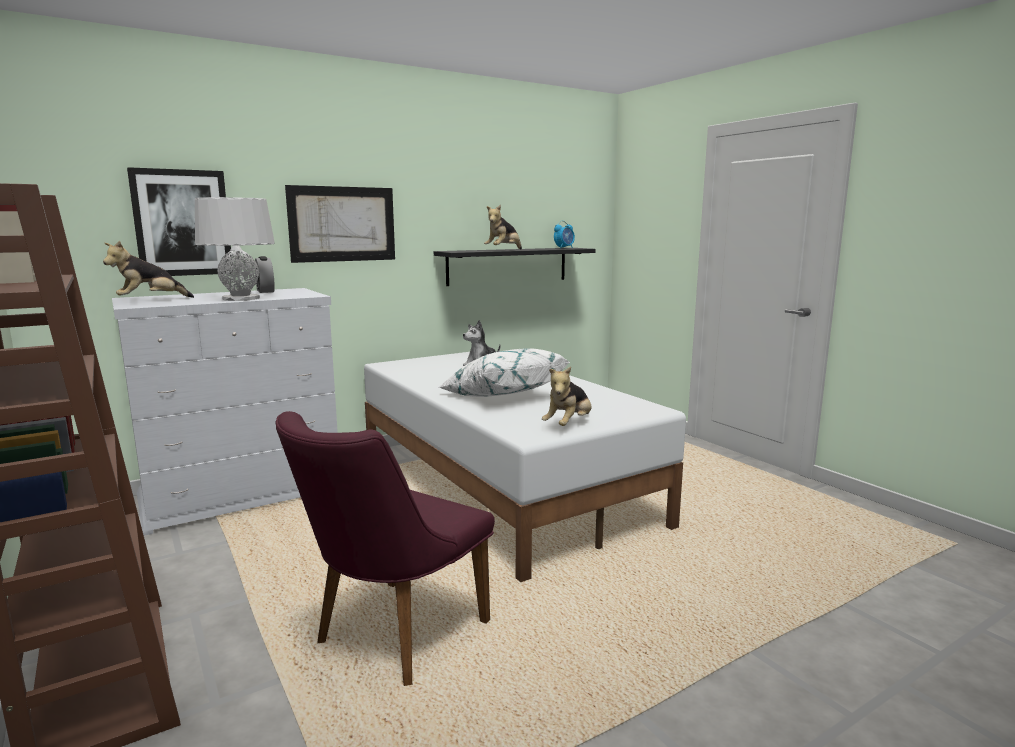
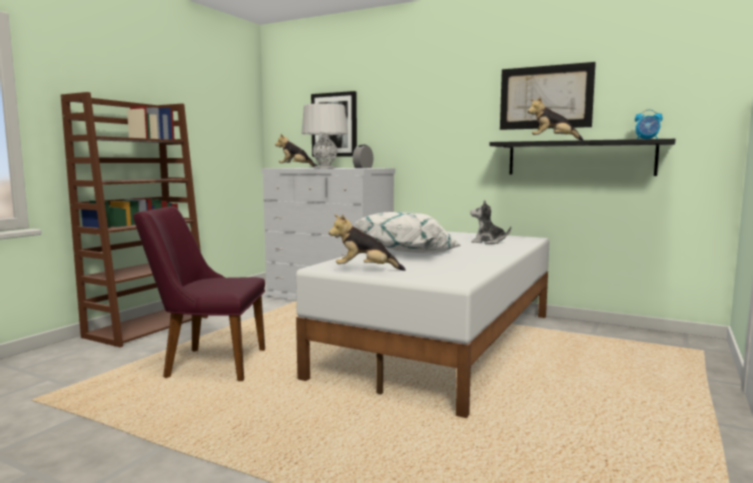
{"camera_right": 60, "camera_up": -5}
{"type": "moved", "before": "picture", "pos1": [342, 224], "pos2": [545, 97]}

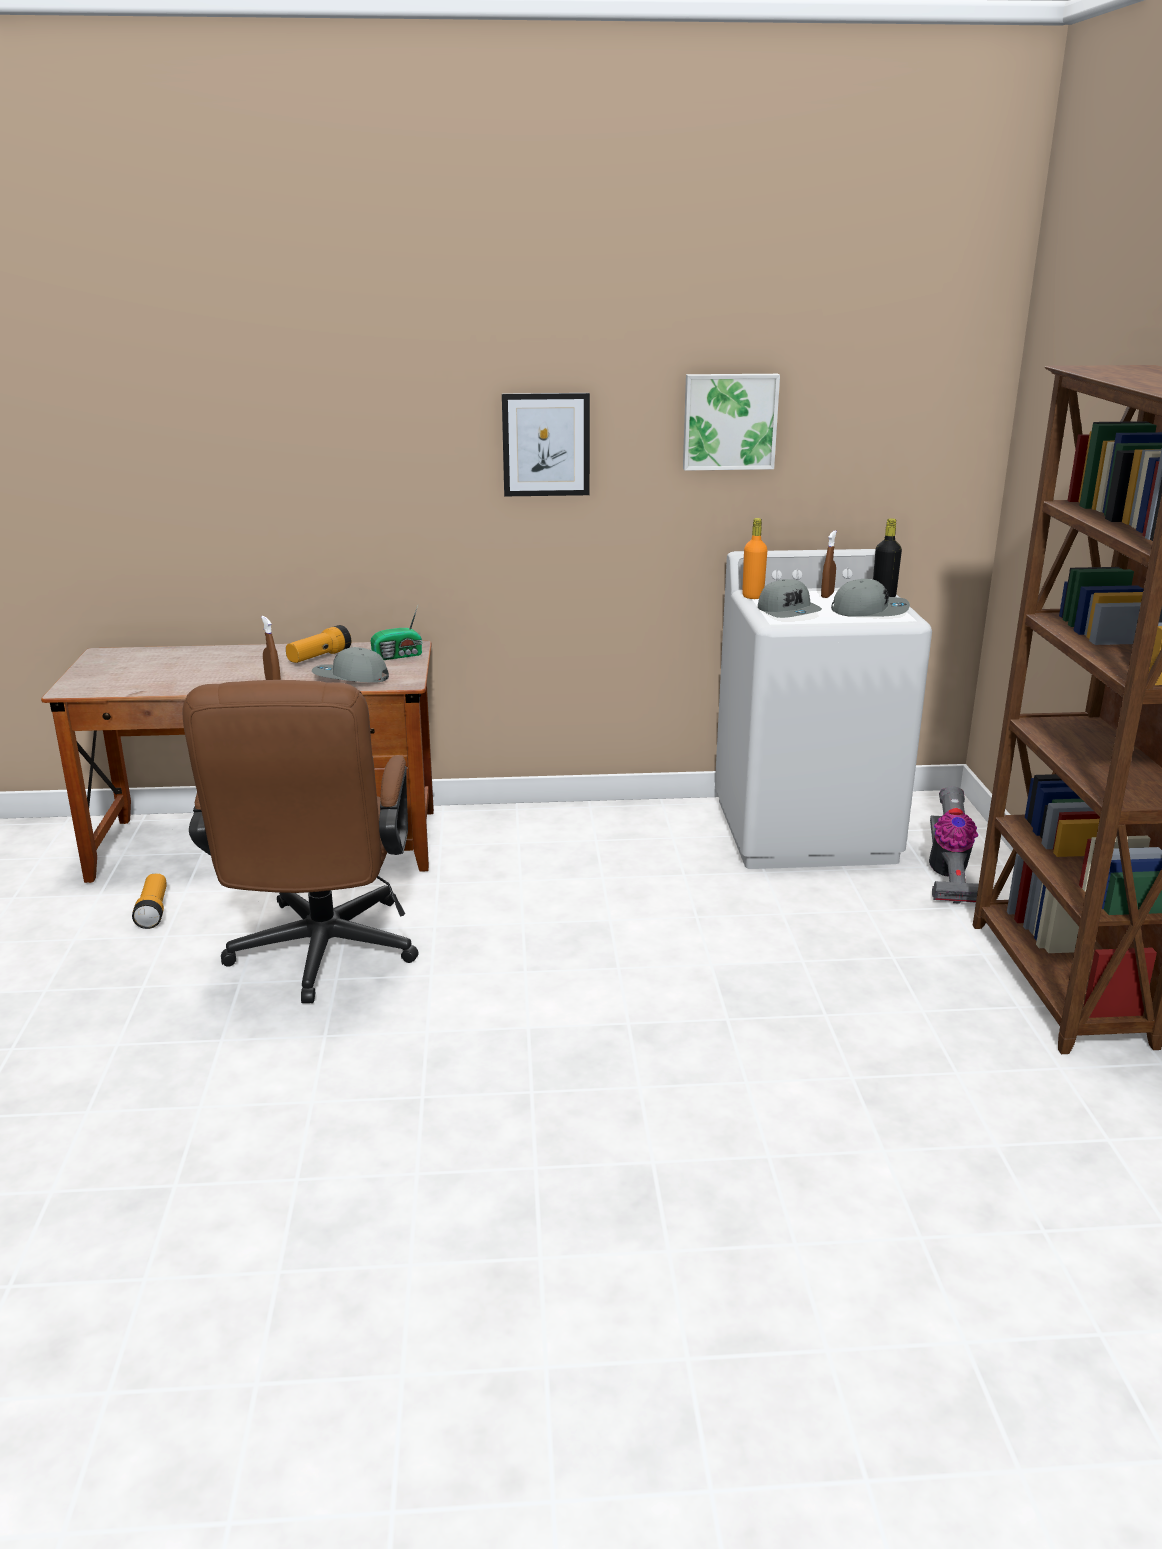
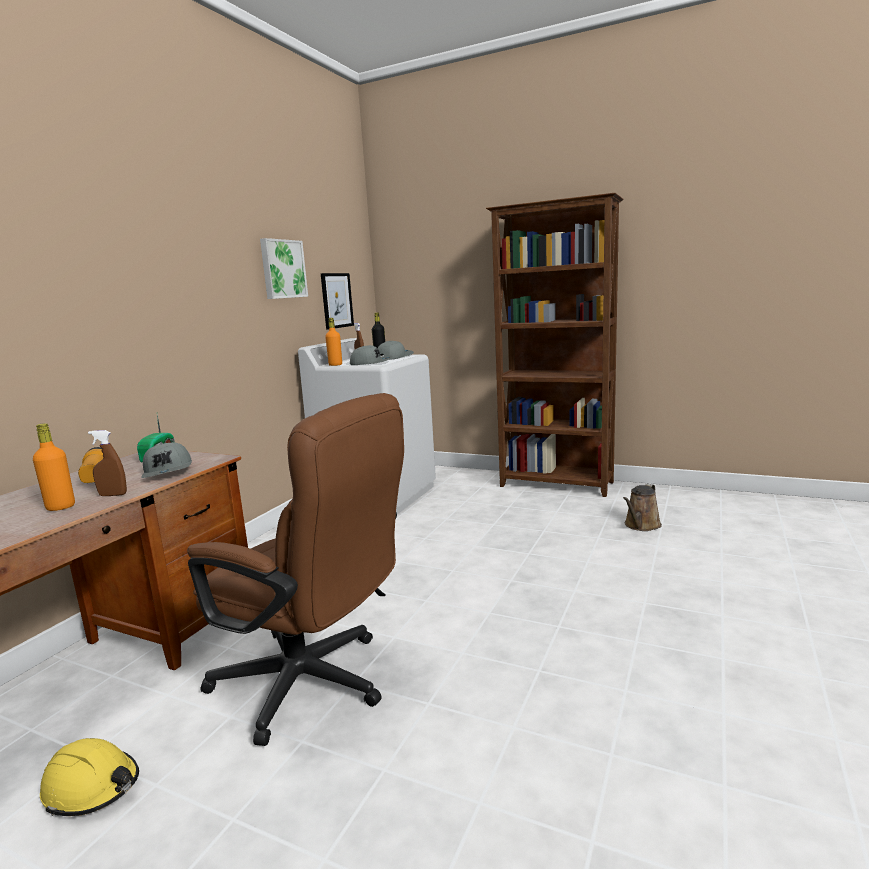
{"camera_right": -60, "camera_up": -10}
{"type": "added", "after": "orange bottle", "pos2": [60, 507]}
{"type": "replaced", "before": "flashlight", "after": "yellow hard hat", "pos1": [153, 911], "pos2": [92, 787]}
{"type": "turned", "before": "grey cap", "pos1": [350, 678], "pos2": [168, 471], "turn": -60}
{"type": "moved", "before": "picture", "pos1": [546, 444], "pos2": [336, 300]}
{"type": "added", "after": "brown watering can", "pos2": [641, 525]}
{"type": "removed", "before": "vacuum cleaner", "pos1": [947, 876]}

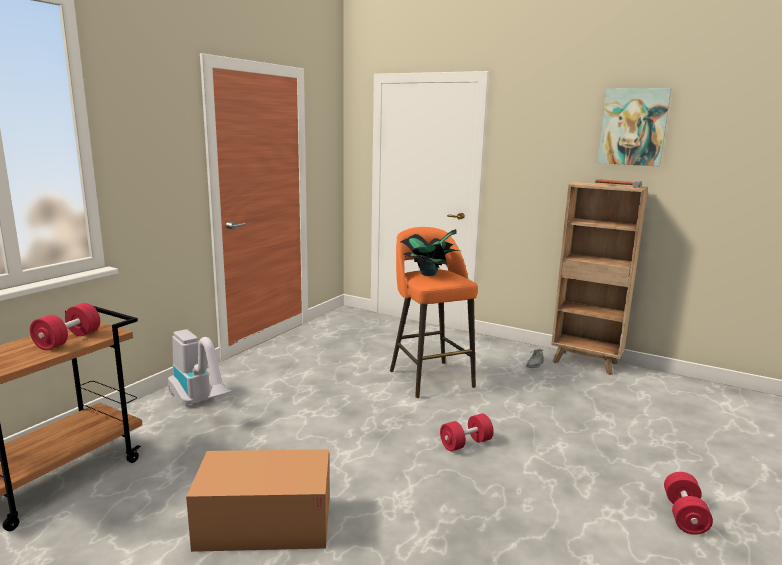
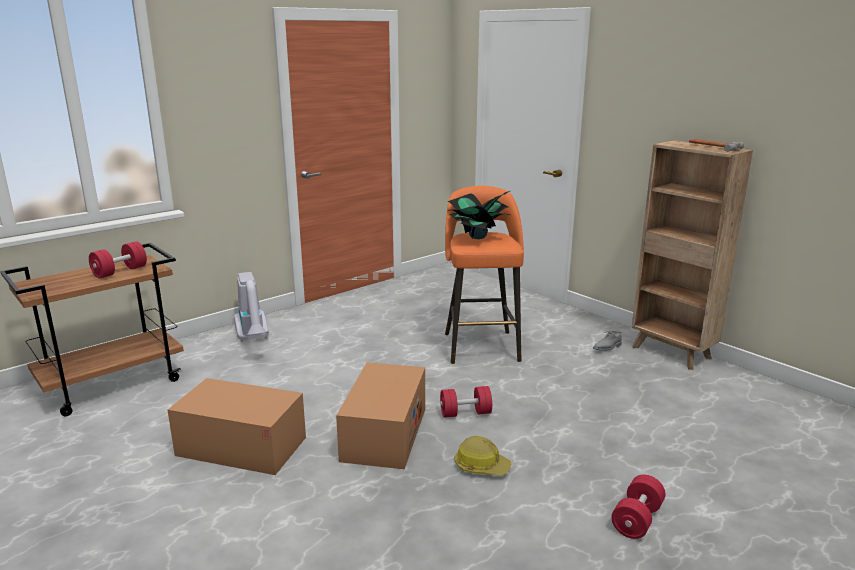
{"camera_right": 20, "camera_up": 5}
{"type": "added", "after": "cardboard box", "pos2": [384, 434]}
{"type": "added", "after": "hard hat", "pos2": [481, 466]}
{"type": "removed", "before": "picture", "pos1": [633, 127]}

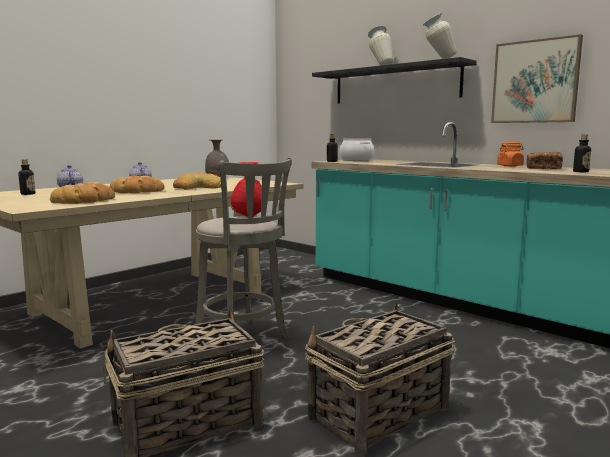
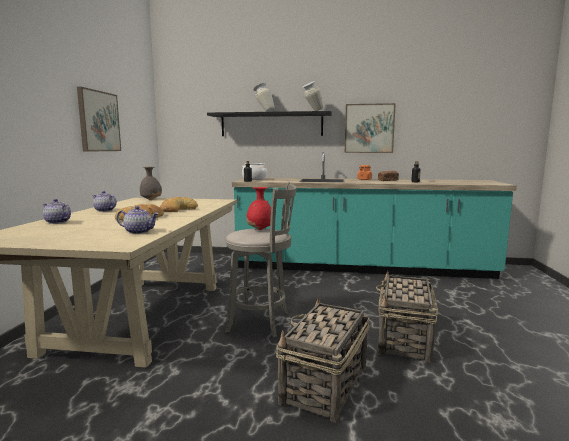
{"camera_right": -35, "camera_up": 0}
{"type": "added", "after": "picture", "pos2": [99, 121]}
{"type": "replaced", "before": "bread", "after": "teapot", "pos1": [85, 201], "pos2": [139, 232]}
{"type": "removed", "before": "bottle", "pos1": [28, 194]}

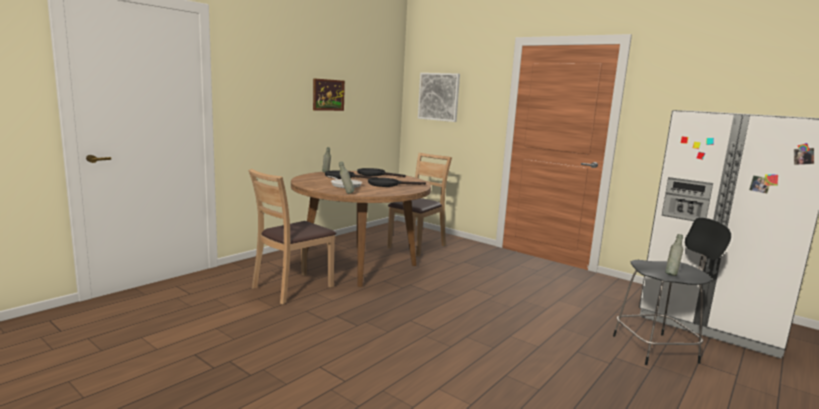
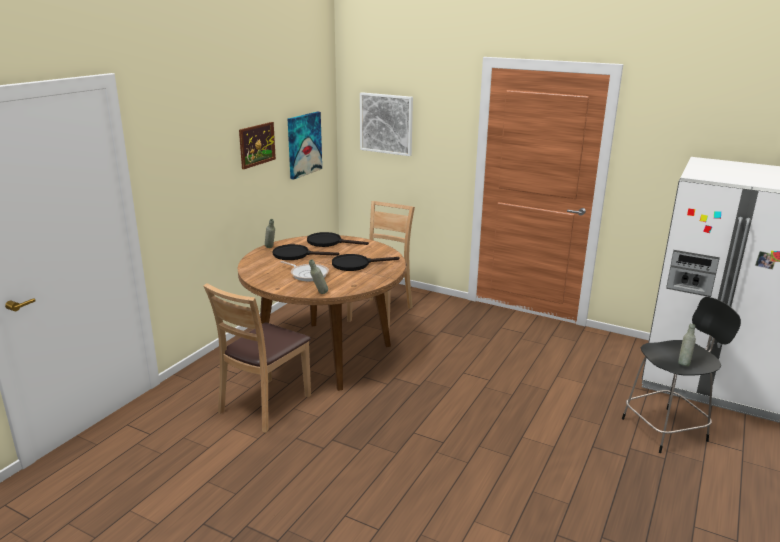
{"camera_right": -10, "camera_up": 10}
{"type": "added", "after": "picture", "pos2": [303, 144]}

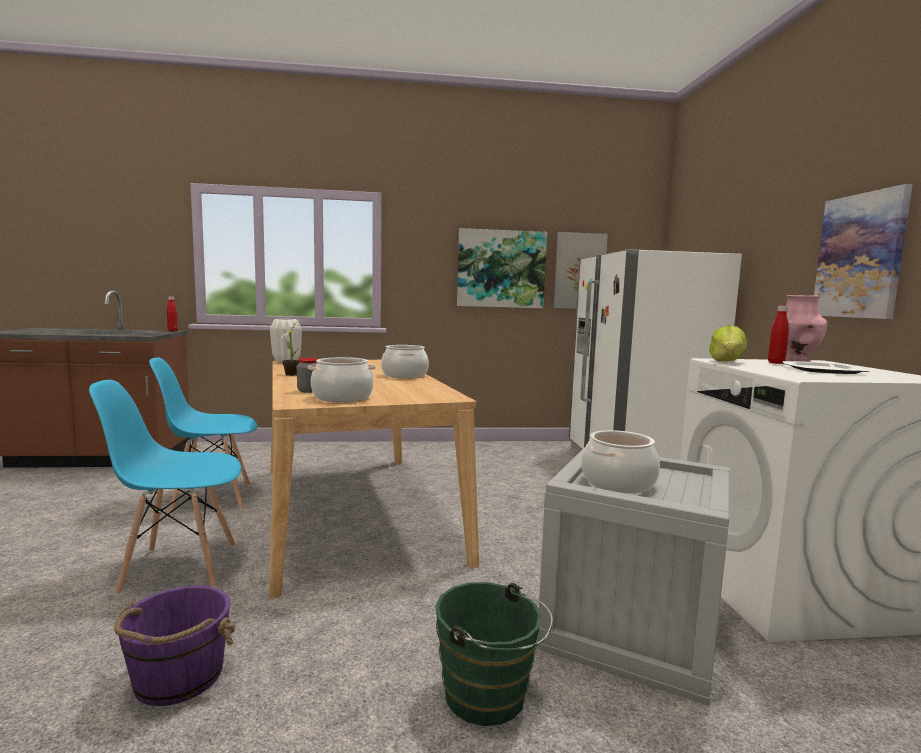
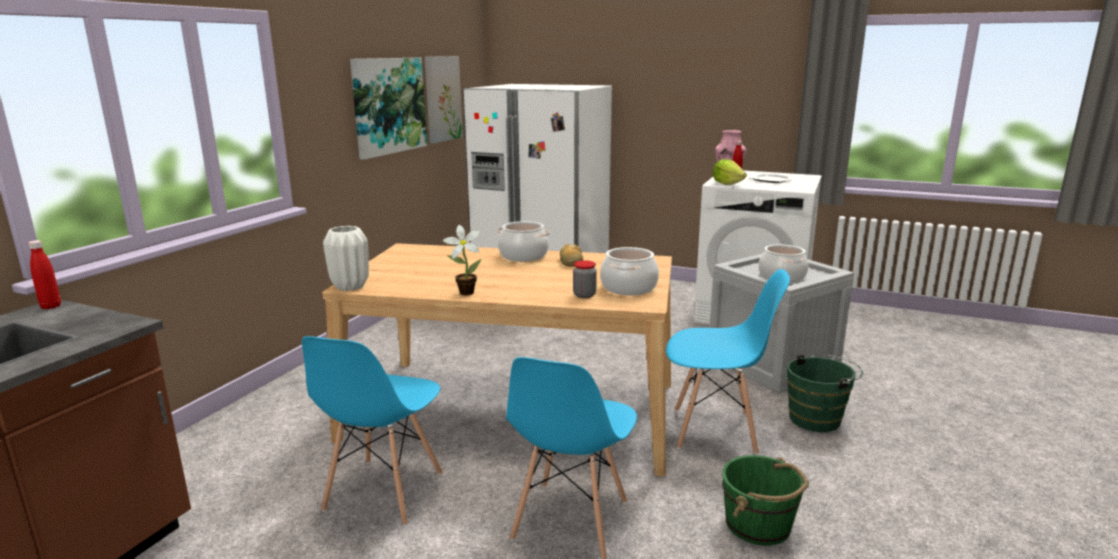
{"camera_right": -60, "camera_up": 10}
{"type": "added", "after": "bread", "pos2": [571, 262]}
{"type": "added", "after": "blue chair", "pos2": [715, 431]}
{"type": "recoloured", "before": "purple bucket", "after": "green bucket", "pos1": [177, 678], "pos2": [759, 525]}
{"type": "removed", "before": "picture", "pos1": [860, 256]}

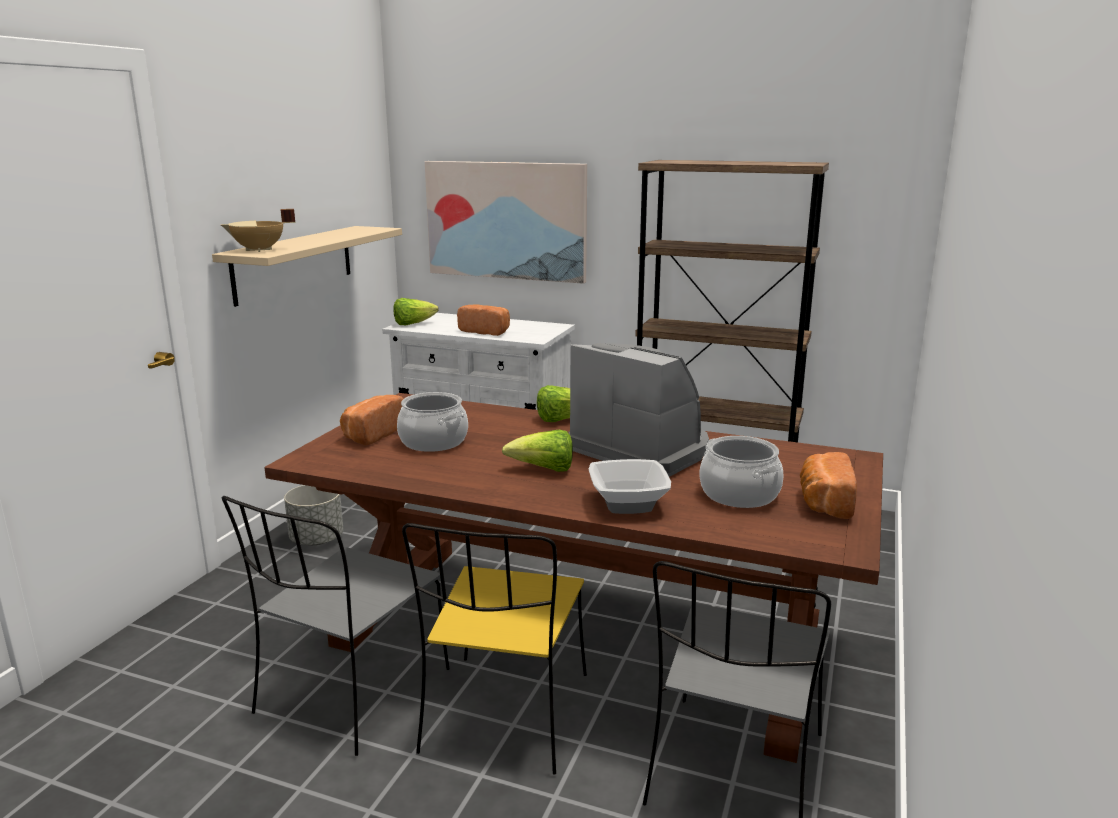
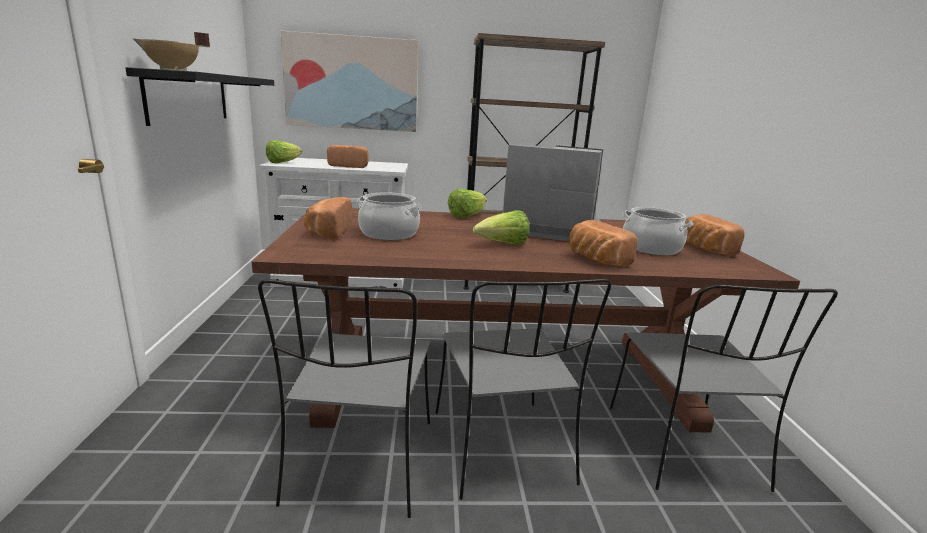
{"camera_right": -25, "camera_up": 0}
{"type": "recoloured", "before": "beige shelf", "after": "black shelf", "pos1": [294, 263], "pos2": [189, 97]}
{"type": "recoloured", "before": "yellow chair", "after": "grey chair", "pos1": [505, 715], "pos2": [502, 449]}
{"type": "replaced", "before": "bowl", "after": "bread", "pos1": [629, 503], "pos2": [595, 259]}
{"type": "removed", "before": "grey planter", "pos1": [317, 539]}

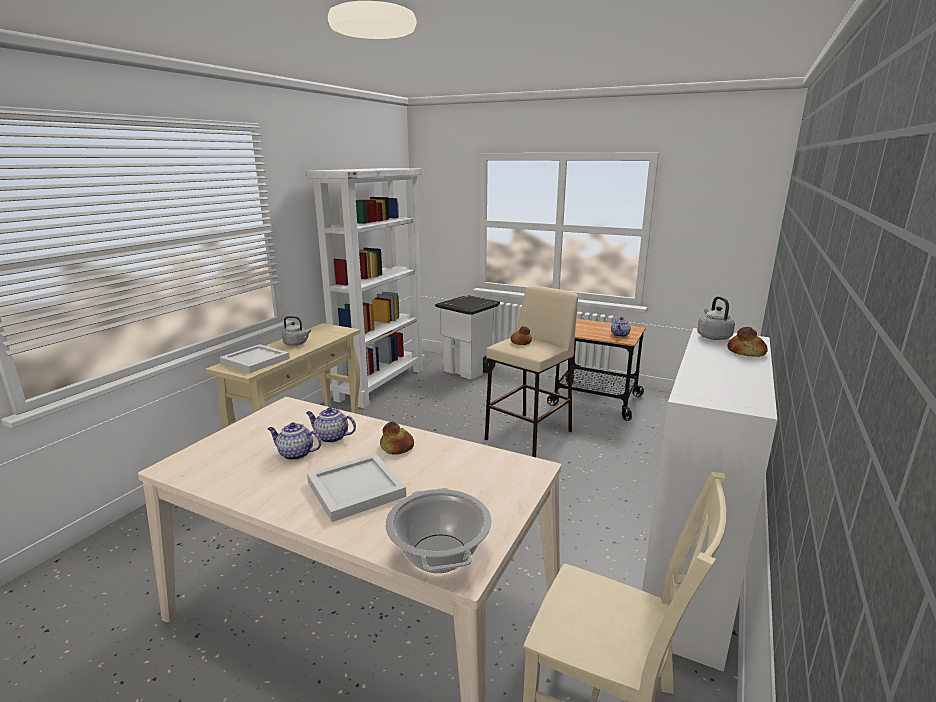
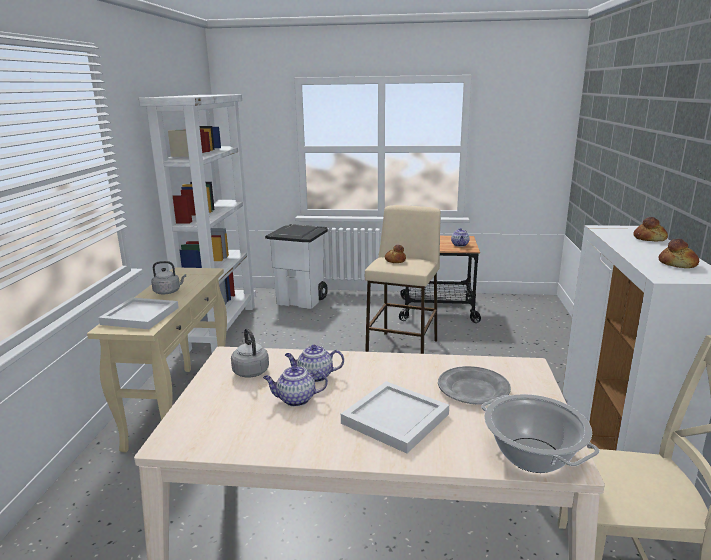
{"camera_right": -20, "camera_up": 0}
{"type": "moved", "before": "grey kettle", "pos1": [712, 336], "pos2": [250, 371]}
{"type": "added", "after": "grey plate", "pos2": [473, 389]}
{"type": "moved", "before": "bread", "pos1": [397, 447], "pos2": [678, 264]}

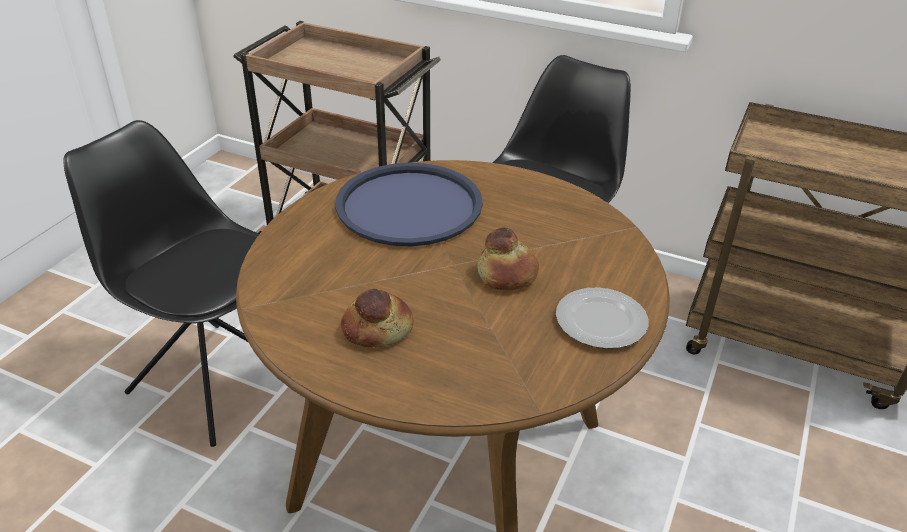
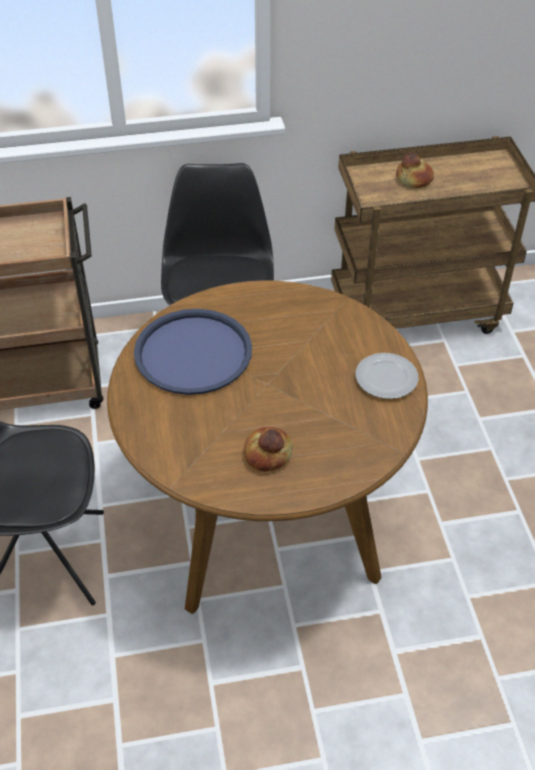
{"camera_right": -35, "camera_up": 10}
{"type": "moved", "before": "bread", "pos1": [508, 274], "pos2": [414, 178]}

